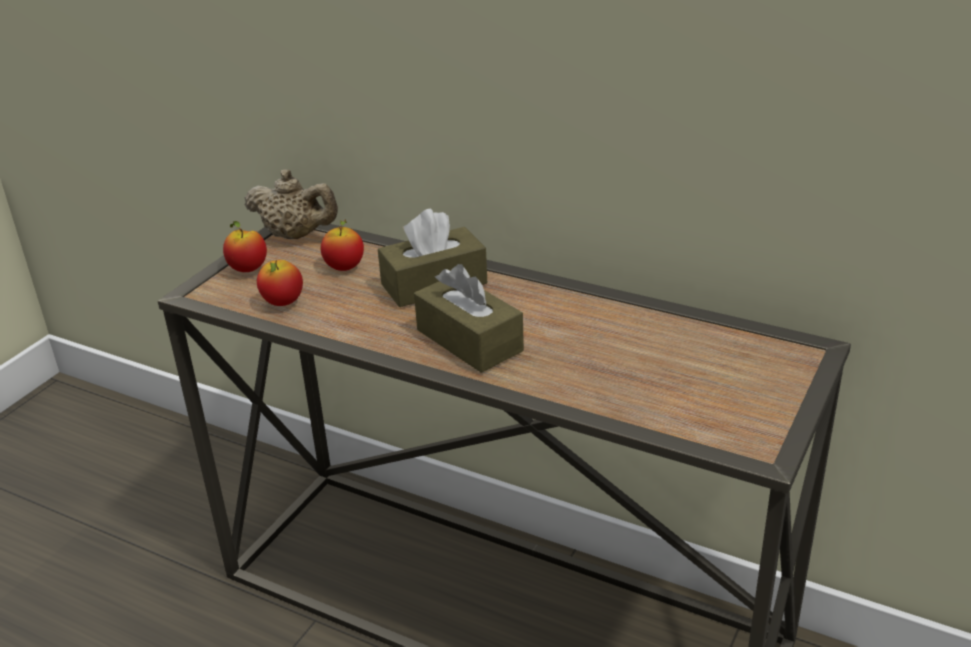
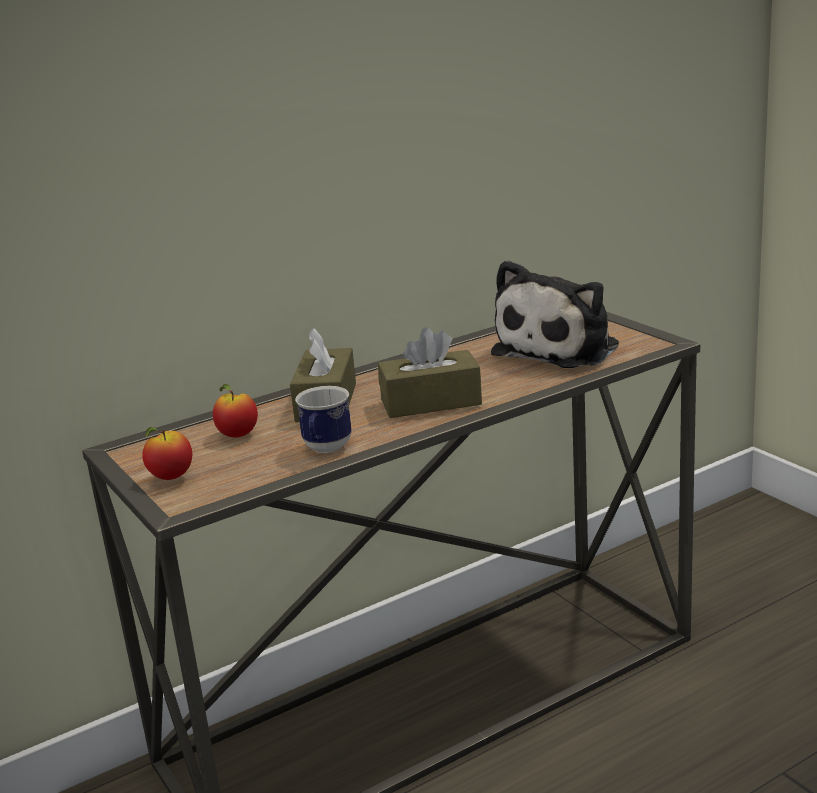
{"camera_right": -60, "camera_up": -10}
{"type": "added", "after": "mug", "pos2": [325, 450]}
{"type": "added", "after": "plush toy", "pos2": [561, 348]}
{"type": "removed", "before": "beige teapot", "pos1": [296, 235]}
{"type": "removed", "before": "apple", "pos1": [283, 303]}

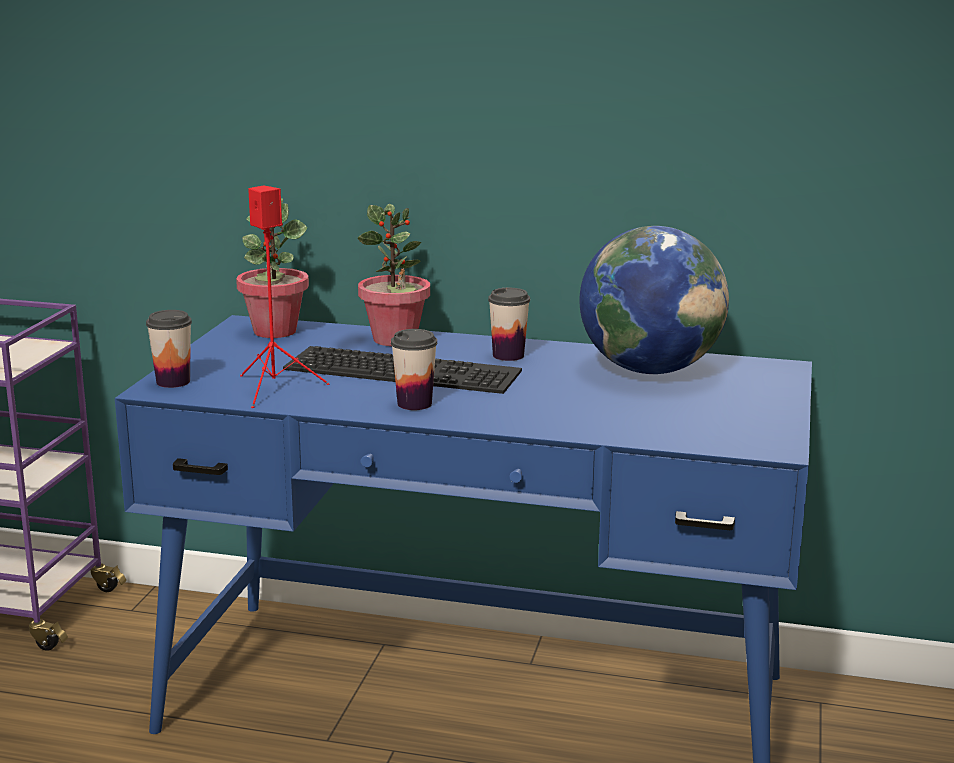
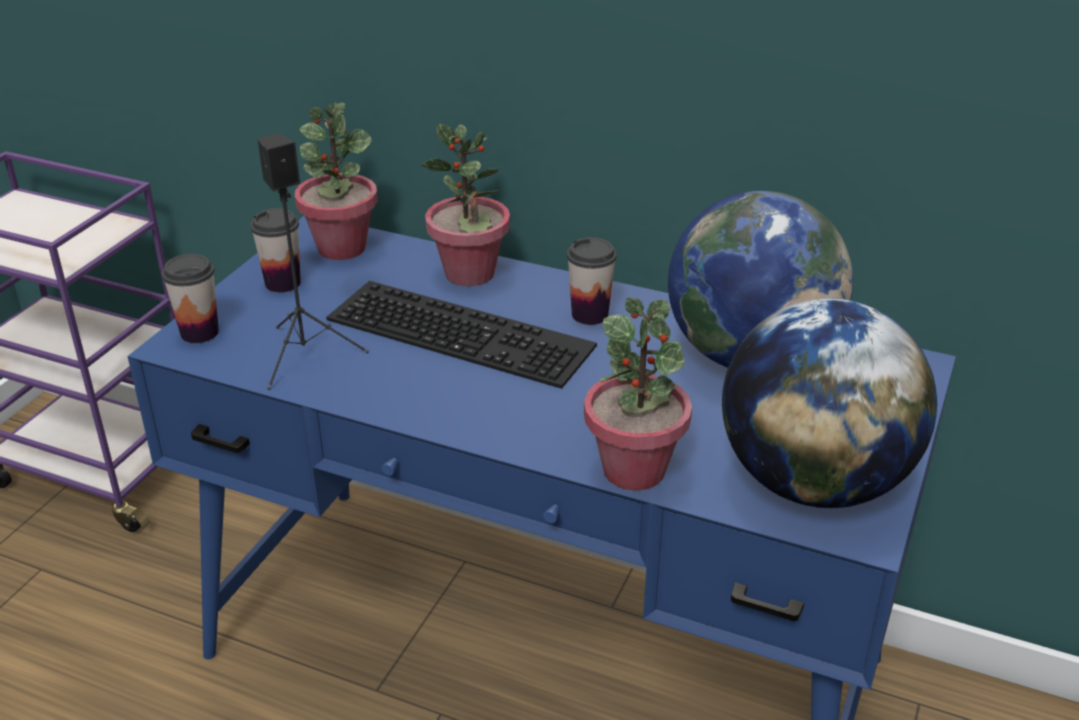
{"camera_right": 10, "camera_up": 15}
{"type": "moved", "before": "cup", "pos1": [414, 404], "pos2": [283, 283]}
{"type": "recoloured", "before": "red speaker", "after": "black speaker", "pos1": [275, 388], "pos2": [306, 355]}
{"type": "added", "after": "potted plant", "pos2": [634, 470]}
{"type": "added", "after": "globe", "pos2": [813, 482]}

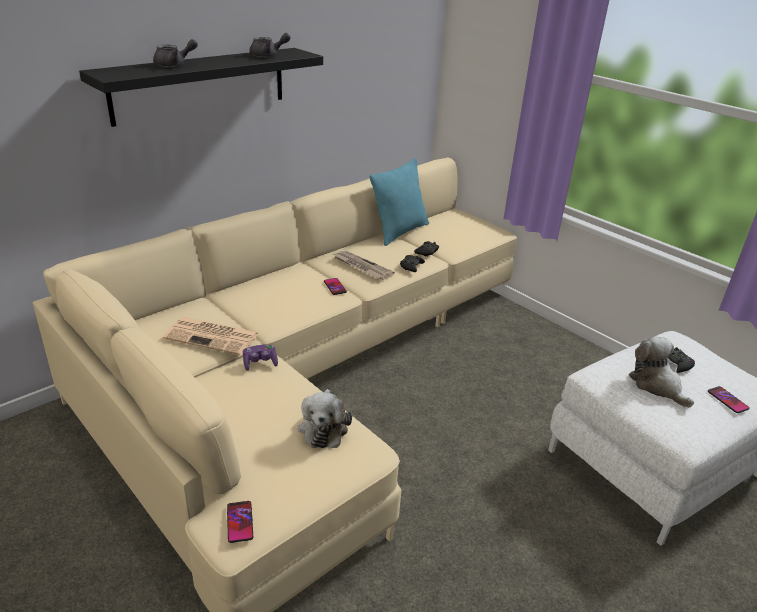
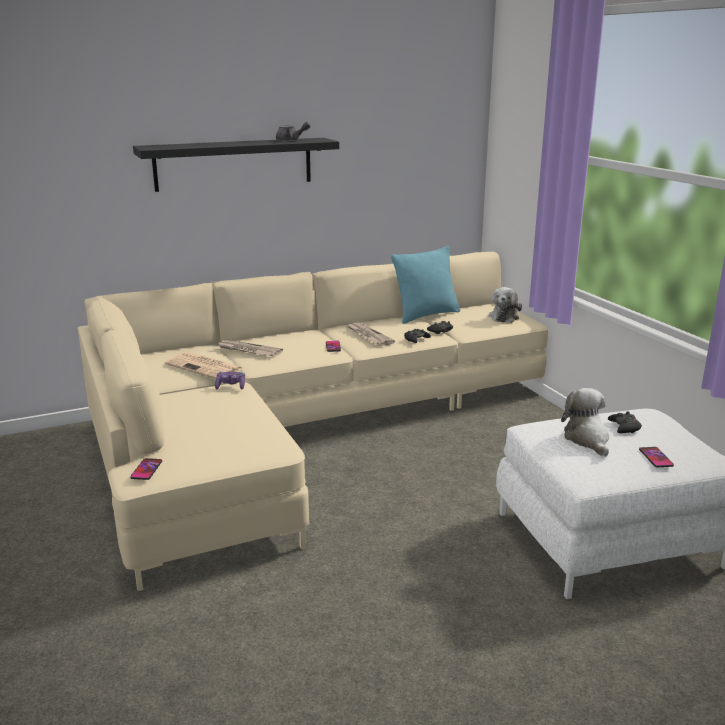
{"camera_right": 20, "camera_up": -10}
{"type": "added", "after": "newspaper", "pos2": [248, 350]}
{"type": "moved", "before": "plush toy", "pos1": [323, 427], "pos2": [504, 316]}
{"type": "removed", "before": "grey teapot", "pos1": [174, 65]}

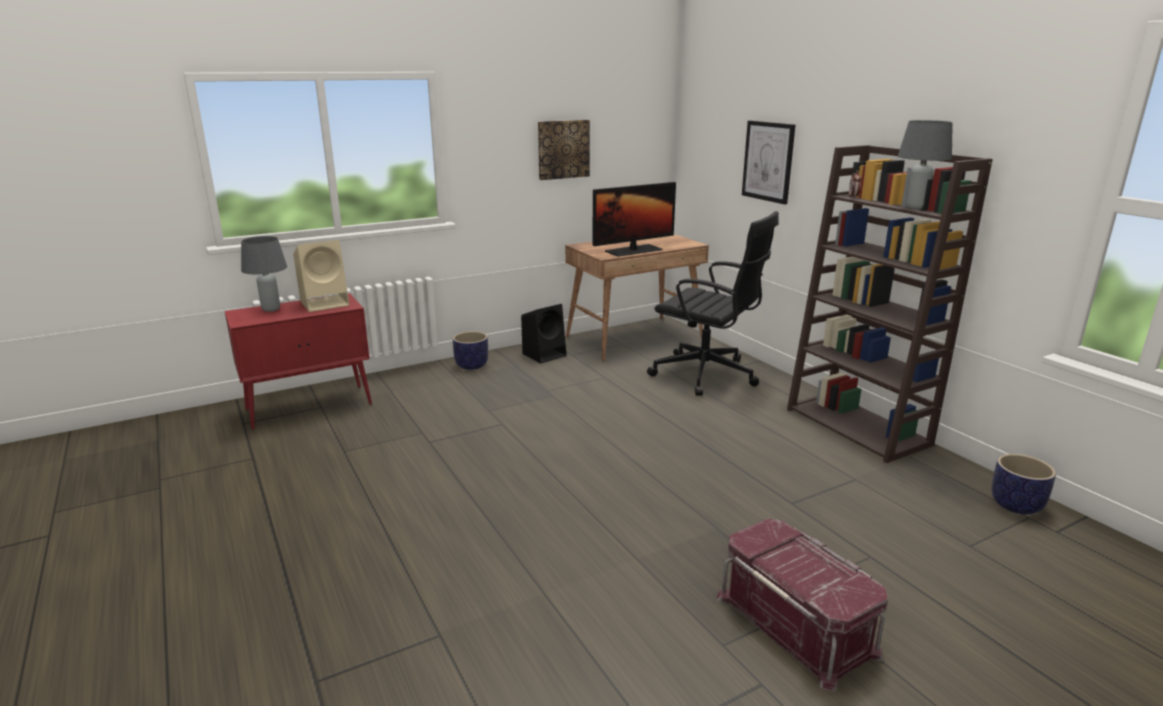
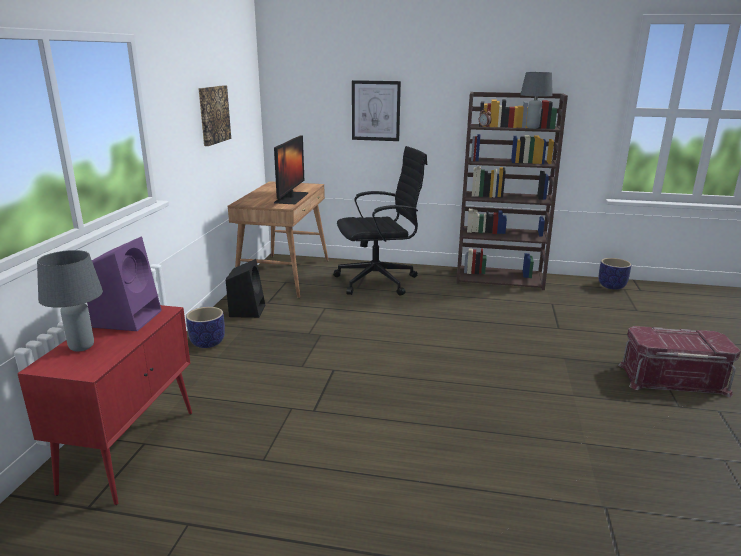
{"camera_right": -50, "camera_up": 0}
{"type": "recoloured", "before": "beige speaker", "after": "purple speaker", "pos1": [326, 303], "pos2": [128, 318]}

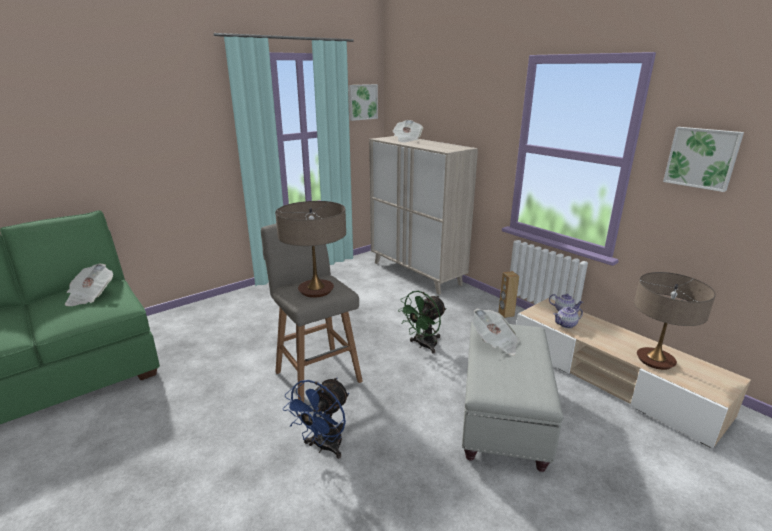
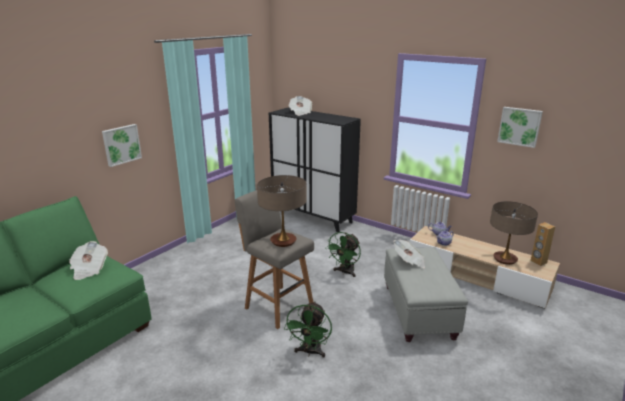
{"camera_right": -15, "camera_up": 0}
{"type": "moved", "before": "picture", "pos1": [362, 102], "pos2": [121, 144]}
{"type": "recoloured", "before": "beige cabinet", "after": "black cabinet", "pos1": [416, 273], "pos2": [313, 217]}
{"type": "recoloured", "before": "blue fan", "after": "green fan", "pos1": [324, 447], "pos2": [310, 352]}
{"type": "moved", "before": "brown speaker", "pos1": [506, 314], "pos2": [538, 262]}

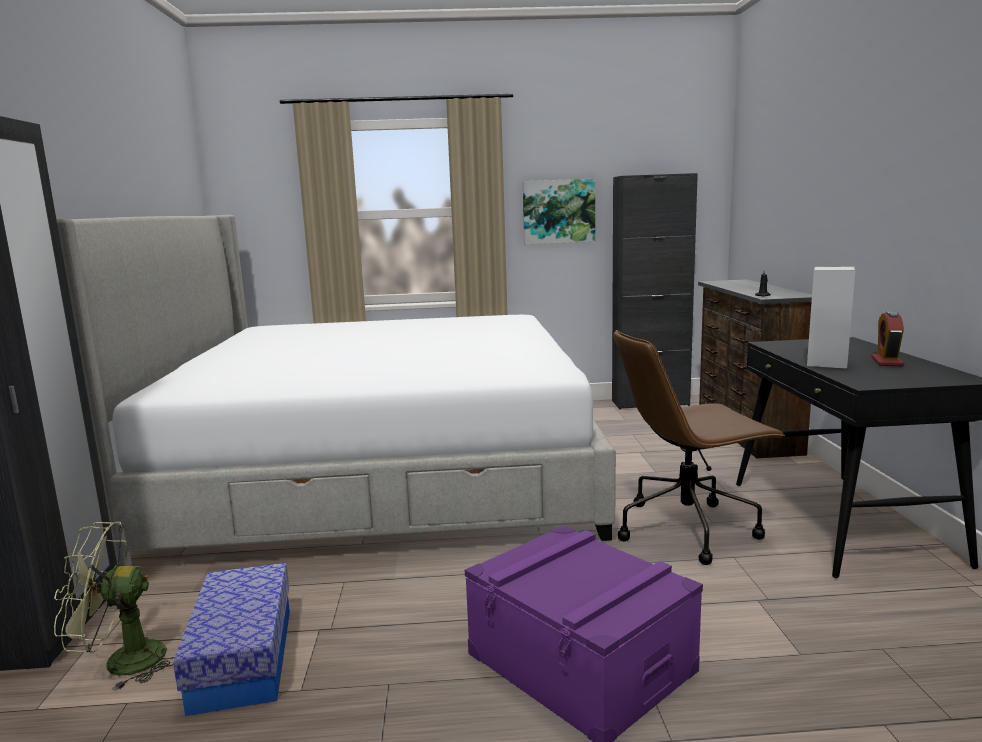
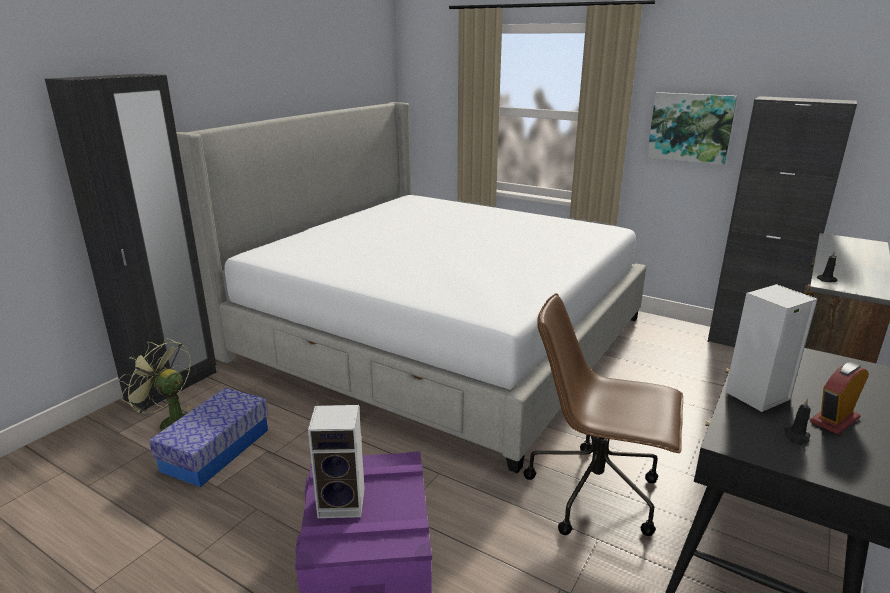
{"camera_right": 35, "camera_up": 10}
{"type": "added", "after": "speaker", "pos2": [344, 502]}
{"type": "added", "after": "black candle", "pos2": [796, 437]}

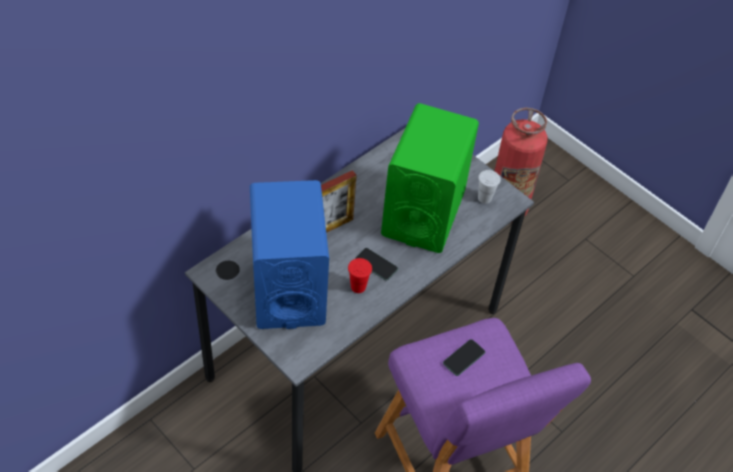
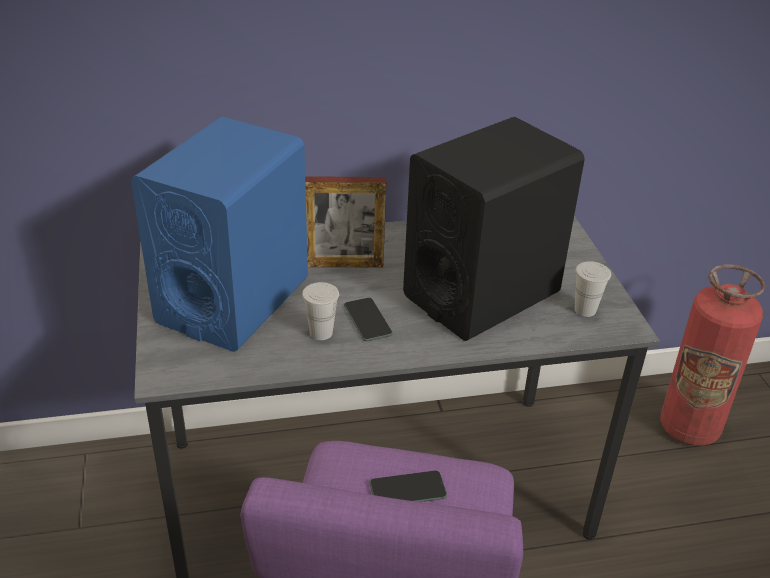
{"camera_right": 35, "camera_up": -15}
{"type": "recoloured", "before": "red cup", "after": "white cup", "pos1": [358, 287], "pos2": [321, 333]}
{"type": "recoloured", "before": "green speaker", "after": "black speaker", "pos1": [423, 213], "pos2": [482, 294]}

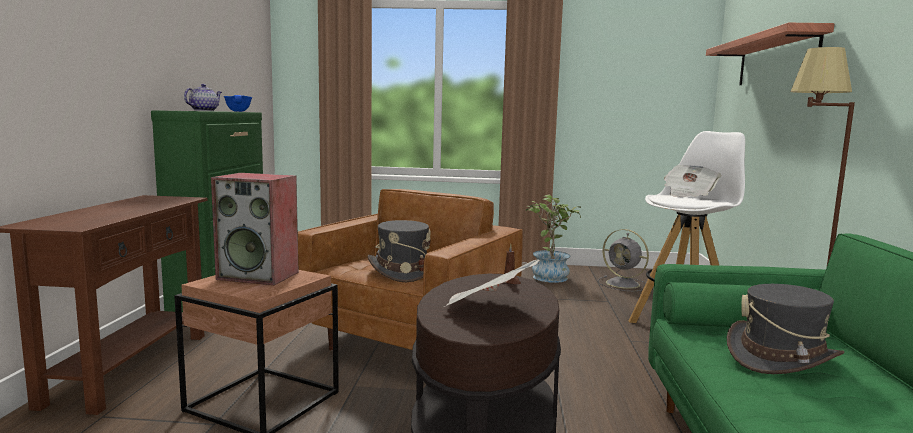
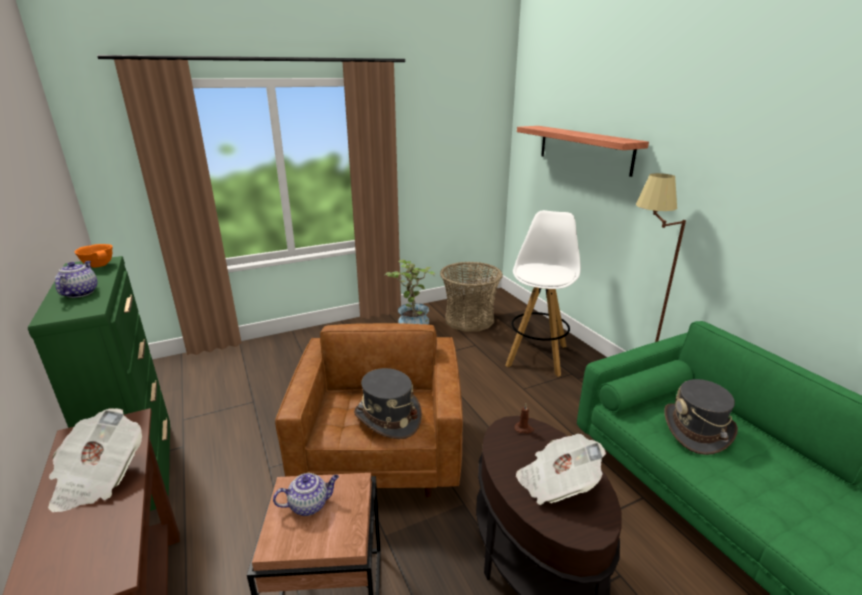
{"camera_right": -30, "camera_up": 15}
{"type": "moved", "before": "newspaper", "pos1": [688, 195], "pos2": [98, 477]}
{"type": "recoloured", "before": "blue bowl", "after": "orange bowl", "pos1": [239, 111], "pos2": [100, 265]}
{"type": "replaced", "before": "speaker", "after": "teapot", "pos1": [259, 275], "pos2": [309, 504]}
{"type": "replaced", "before": "grey fan", "after": "basket", "pos1": [624, 284], "pos2": [469, 319]}

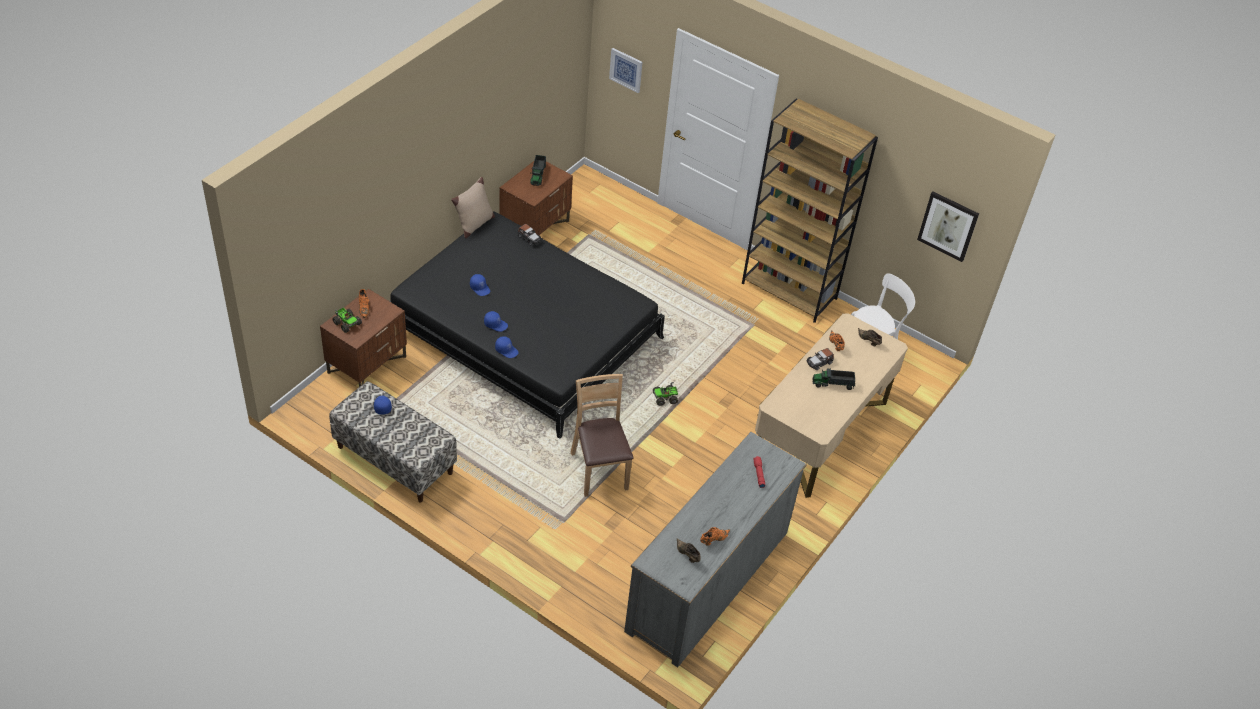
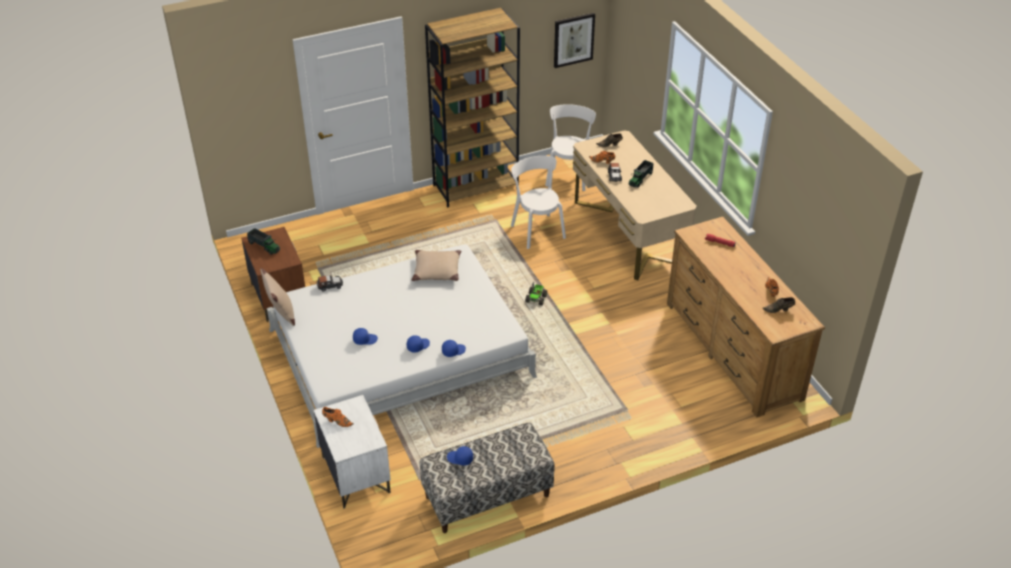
{"camera_right": -55, "camera_up": -5}
{"type": "recoloured", "before": "black bed", "after": "white bed", "pos1": [523, 333], "pos2": [400, 353]}
{"type": "recoloured", "before": "brown nightstand", "after": "white nightstand", "pos1": [367, 364], "pos2": [355, 474]}
{"type": "added", "after": "beige pillow", "pos2": [437, 271]}
{"type": "added", "after": "white chair", "pos2": [537, 230]}
{"type": "recoloured", "before": "grey dresser", "after": "brown dresser", "pos1": [708, 581], "pos2": [732, 350]}
{"type": "removed", "before": "toy truck", "pos1": [347, 323]}
{"type": "removed", "before": "brown chair", "pos1": [599, 470]}
{"type": "removed", "before": "picture", "pos1": [626, 69]}

